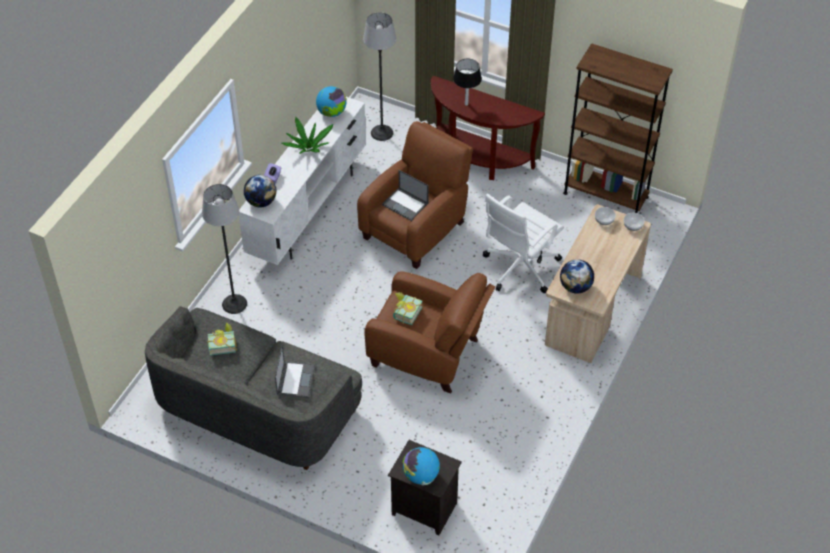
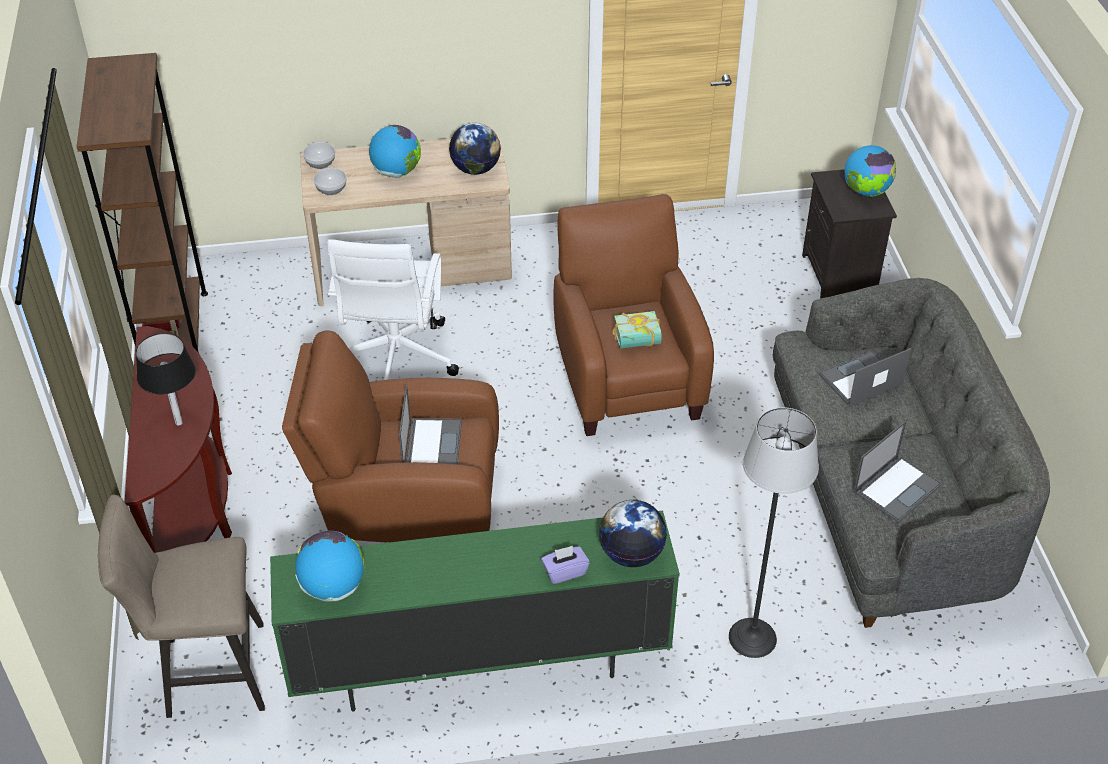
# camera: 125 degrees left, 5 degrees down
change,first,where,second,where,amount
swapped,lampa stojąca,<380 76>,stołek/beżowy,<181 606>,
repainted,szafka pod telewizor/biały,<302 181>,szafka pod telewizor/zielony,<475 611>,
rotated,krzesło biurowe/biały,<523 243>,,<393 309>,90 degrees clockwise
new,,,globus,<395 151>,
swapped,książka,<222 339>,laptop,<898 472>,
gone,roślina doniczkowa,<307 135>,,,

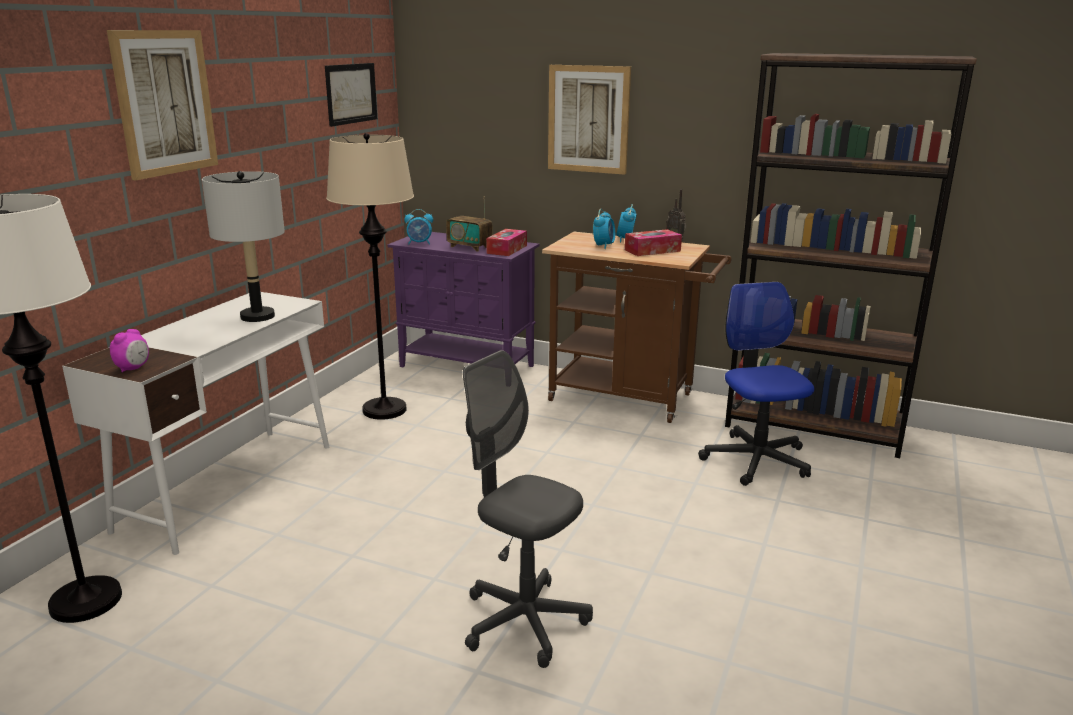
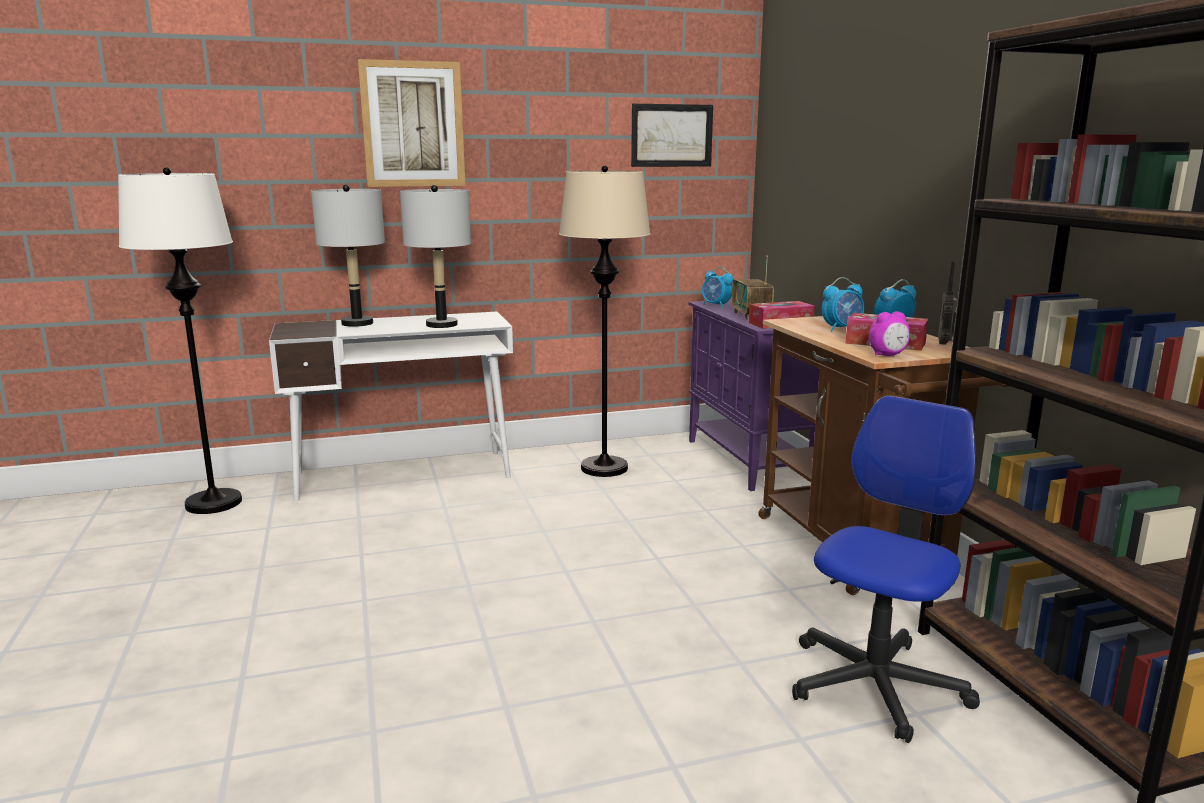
# camera: 50 degrees right, 5 degrees down
change,first,where,second,where,amount
new,,,lampa stołowa/szary,<348 256>,
shifted,budzik,<129 350>,,<889 333>,
gone,krzesło biurowe/szary,<528 509>,,,
gone,obraz,<589 120>,,,

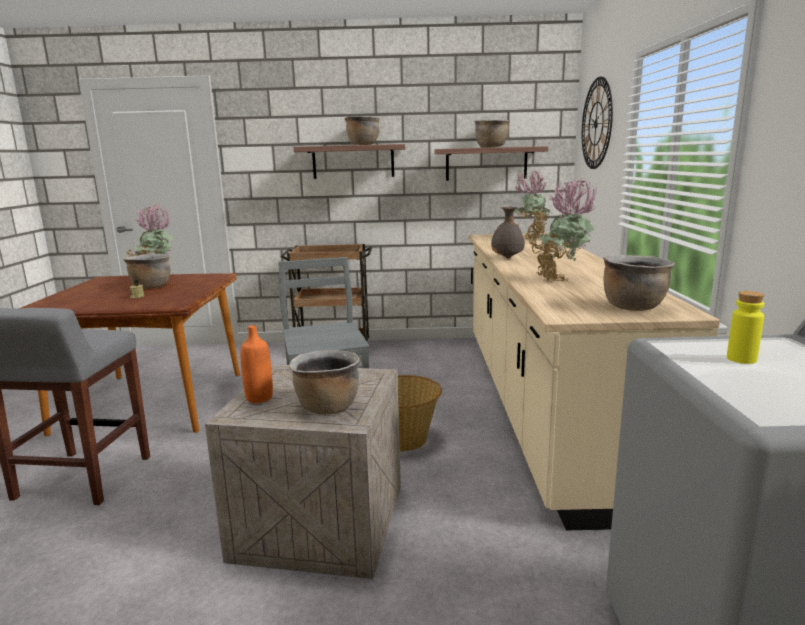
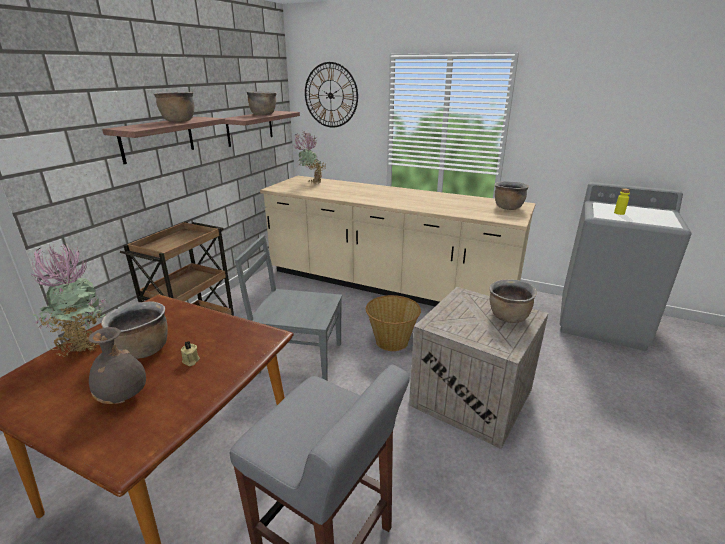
# camera: 65 degrees left, 10 degrees up
change,first,where,second,where,amount
shifted,wazon/szary,<508 232>,,<117 365>,
gone,butelka/pomarańczowy,<256 364>,,,
gone,roślina doniczkowa,<563 230>,,,

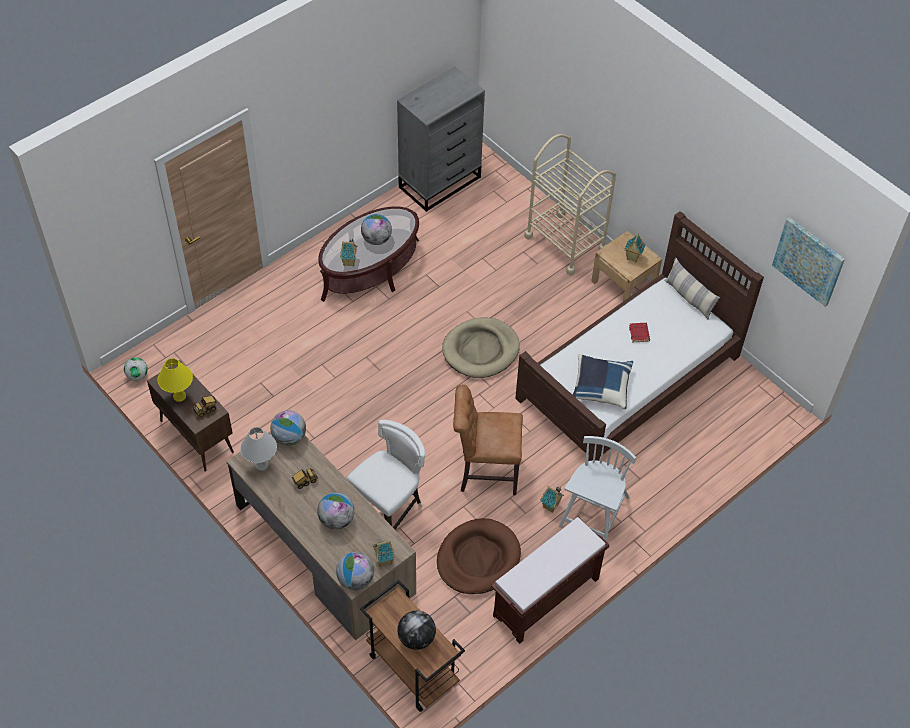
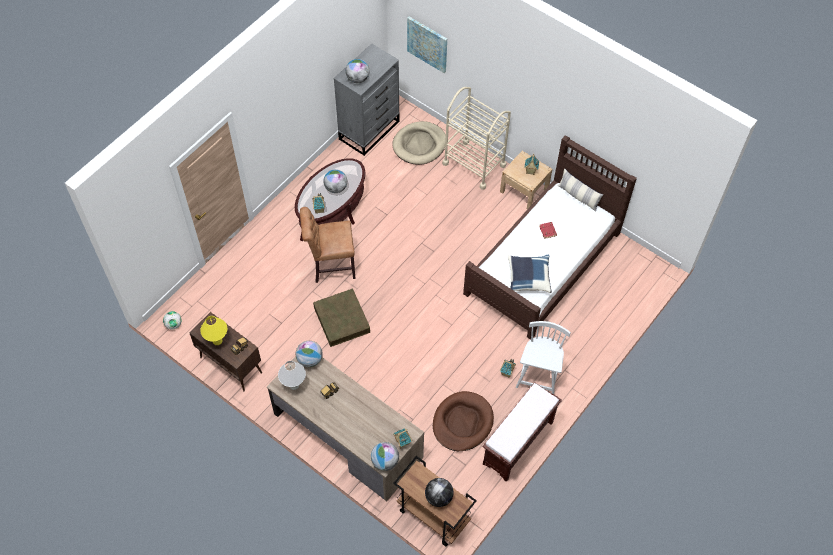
# camera: 10 degrees left, 5 degrees up
change,first,where,second,where,amount
shifted,krzesło/brązowy,<488 440>,,<327 245>,
new,,,pojemnik do przechowywania/brązowy,<341 317>,
shifted,globus,<335 511>,,<357 71>,
shifted,legowisko/beżowy,<481 348>,,<419 143>,
shifted,obraz,<808 262>,,<427 45>,
gone,krzesło/biały,<385 475>,,,

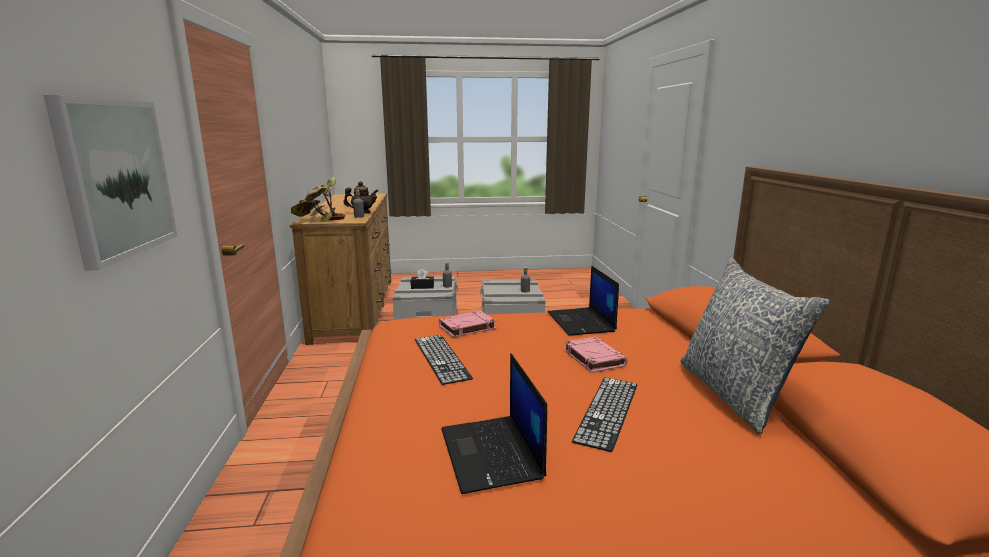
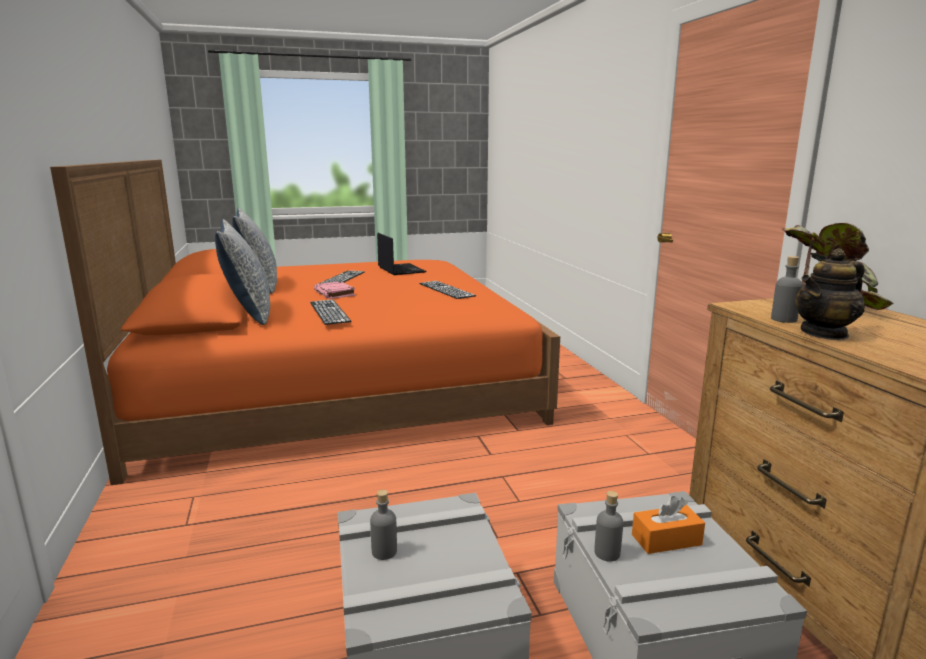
# camera: 170 degrees right, 0 degrees up
change,first,where,second,where,amount
new,,,poduszka,<242 272>,
swapped,laptop,<583 301>,klawiatura,<330 312>,
repainted,pudełko chusteczek/czarny,<422 279>,pudełko chusteczek/pomarańczowy,<668 525>,
gone,obraz,<110 183>,,,
gone,książka/różowy,<467 324>,,,

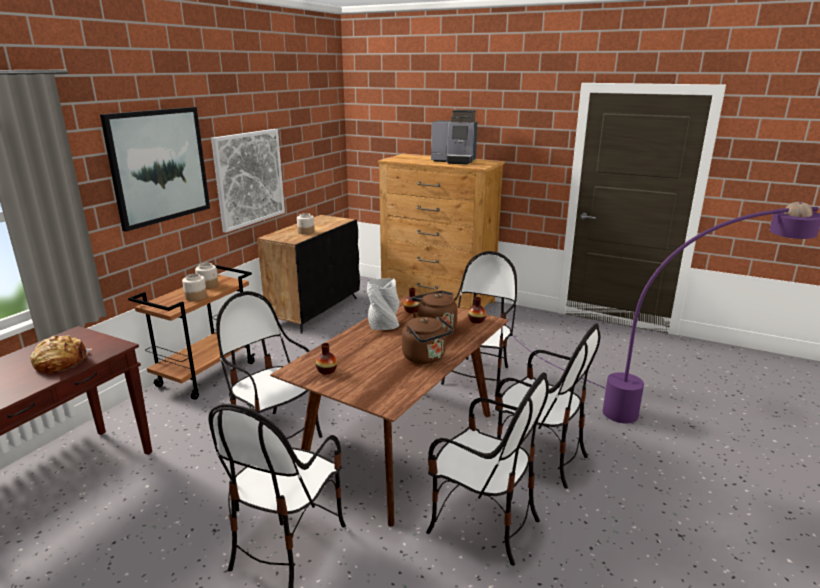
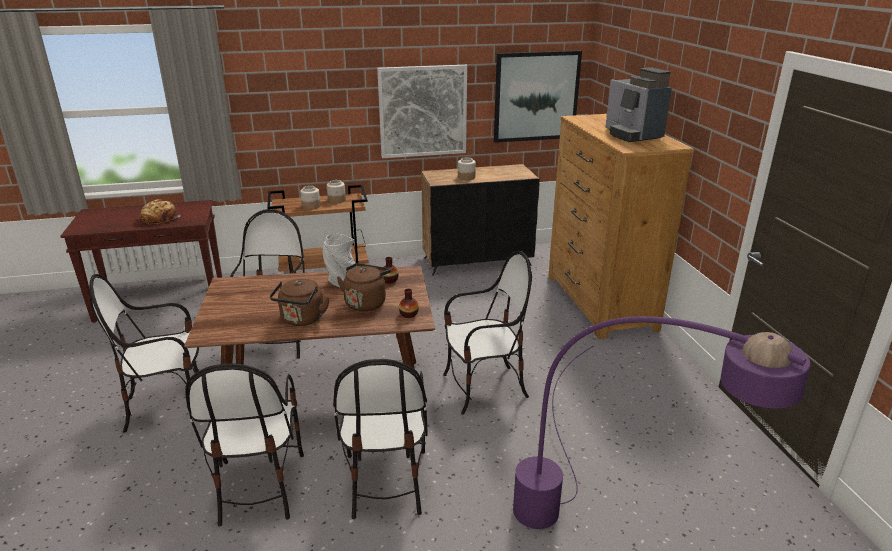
# camera: 50 degrees right, 5 degrees up
change,first,where,second,where,amount
shifted,obraz,<155 169>,,<538 97>,
gone,wazon,<326 358>,,,

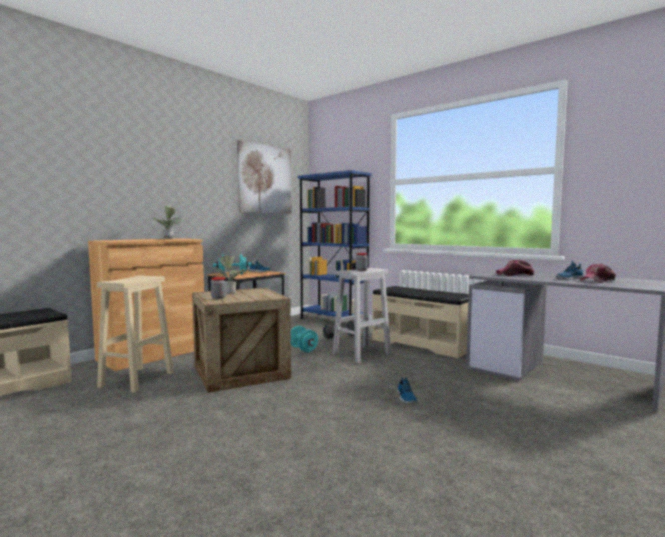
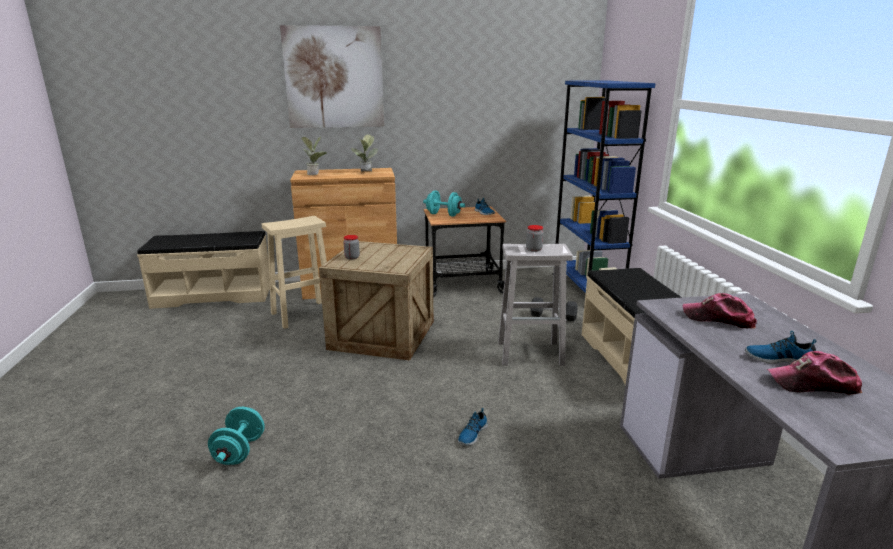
# camera: 40 degrees right, 15 degrees up
change,first,where,second,where,amount
shifted,hantel/turkusowy,<304 339>,,<236 436>,
shifted,obraz,<264 177>,,<332 76>,
shifted,roślina doniczkowa,<231 274>,,<313 156>,

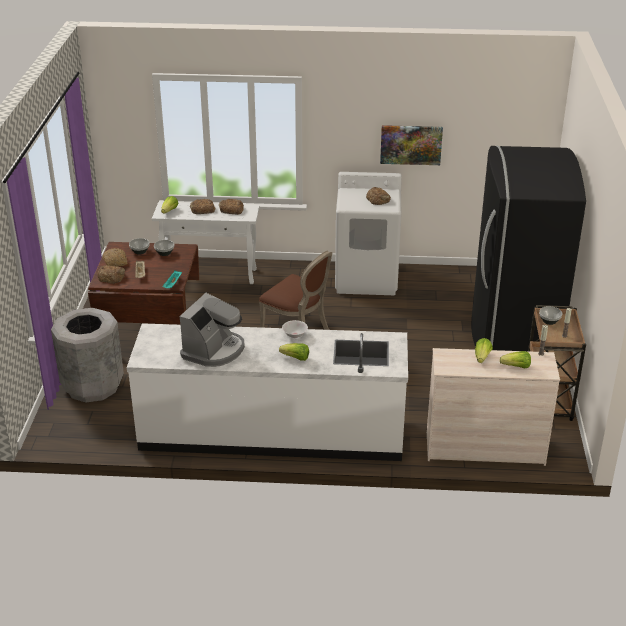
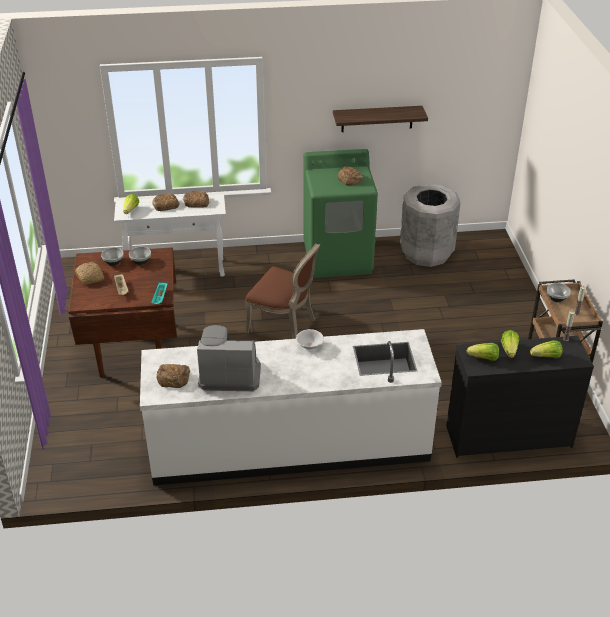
# camera: 10 degrees left, 5 degrees up
change,first,where,second,where,amount
shifted,chleb,<111 274>,,<173 376>,
rotated,ekspres do kawy,<212 330>,,<229 358>,105 degrees counterclockwise
repainted,pralka/biały,<368 233>,pralka/zielony,<340 213>,
swapped,obraz,<411 145>,półka,<380 119>,
shifted,kosz na śmieci/szary,<87 355>,,<430 225>,
repainted,komoda/beżowy,<493 407>,komoda/czarny,<520 397>,
shifted,sałata,<294 352>,,<483 352>,
gone,lodówka/czarny,<528 248>,,,

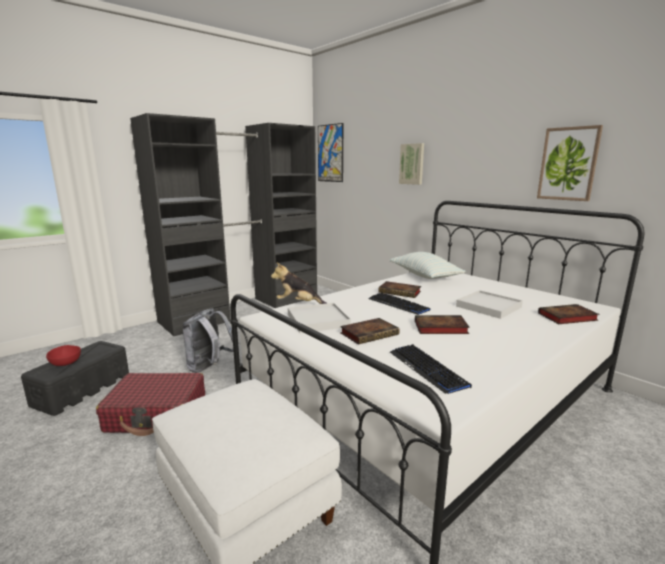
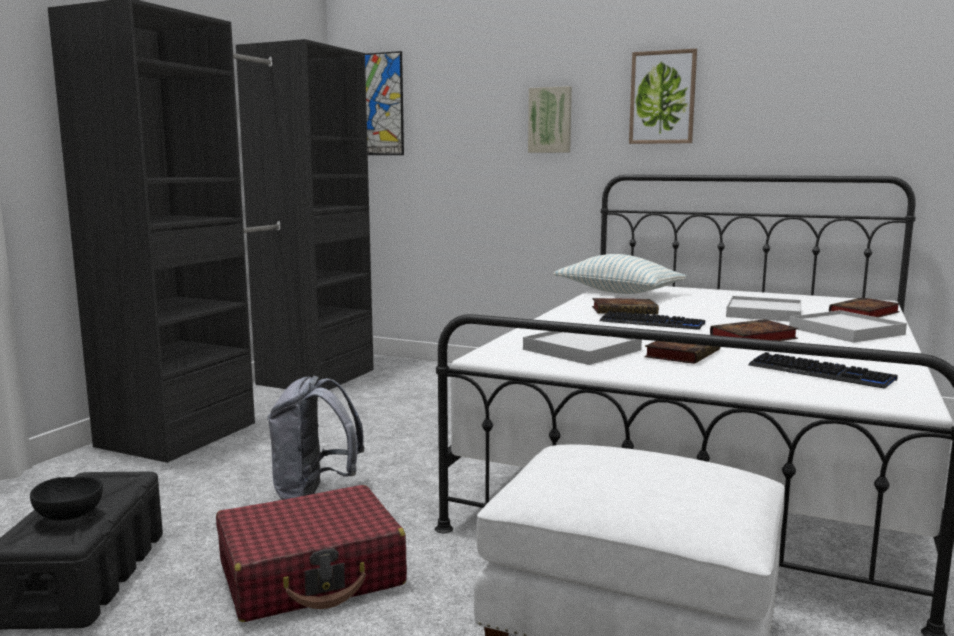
# camera: 25 degrees left, 5 degrees down
change,first,where,second,where,amount
repainted,miska/czerwony,<63 355>,miska/czarny,<66 498>,
shifted,obraz,<570 163>,,<663 96>,
new,,,taca/biały,<848 326>,
gone,pluszak,<298 283>,,,

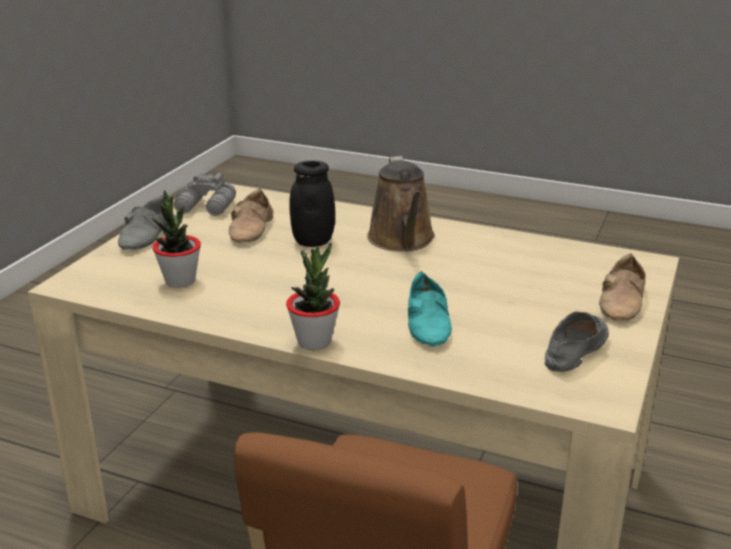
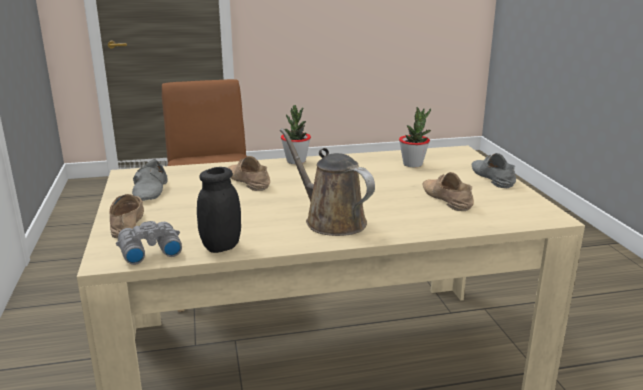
# camera: 145 degrees right, 5 degrees down
change,first,where,second,where,amount
shifted,lornetka/szary,<205 194>,,<149 243>,
shifted,słoik/czarny,<312 204>,,<219 210>,
repainted,but/turkusowy,<430 309>,but/beżowy,<249 173>,

